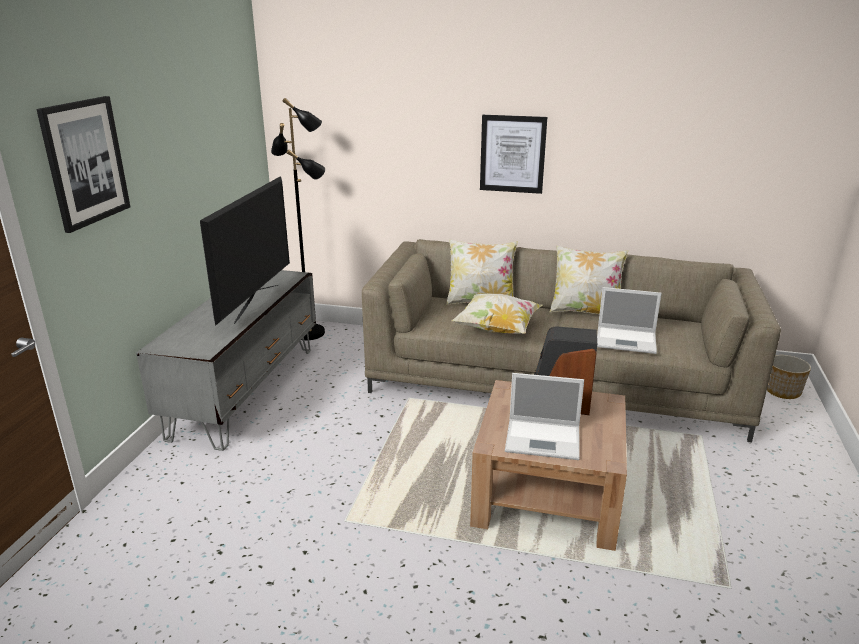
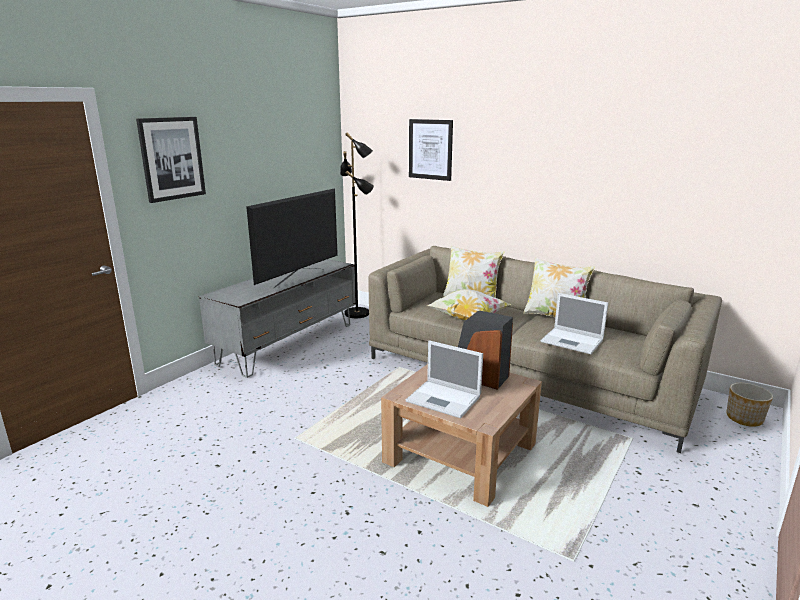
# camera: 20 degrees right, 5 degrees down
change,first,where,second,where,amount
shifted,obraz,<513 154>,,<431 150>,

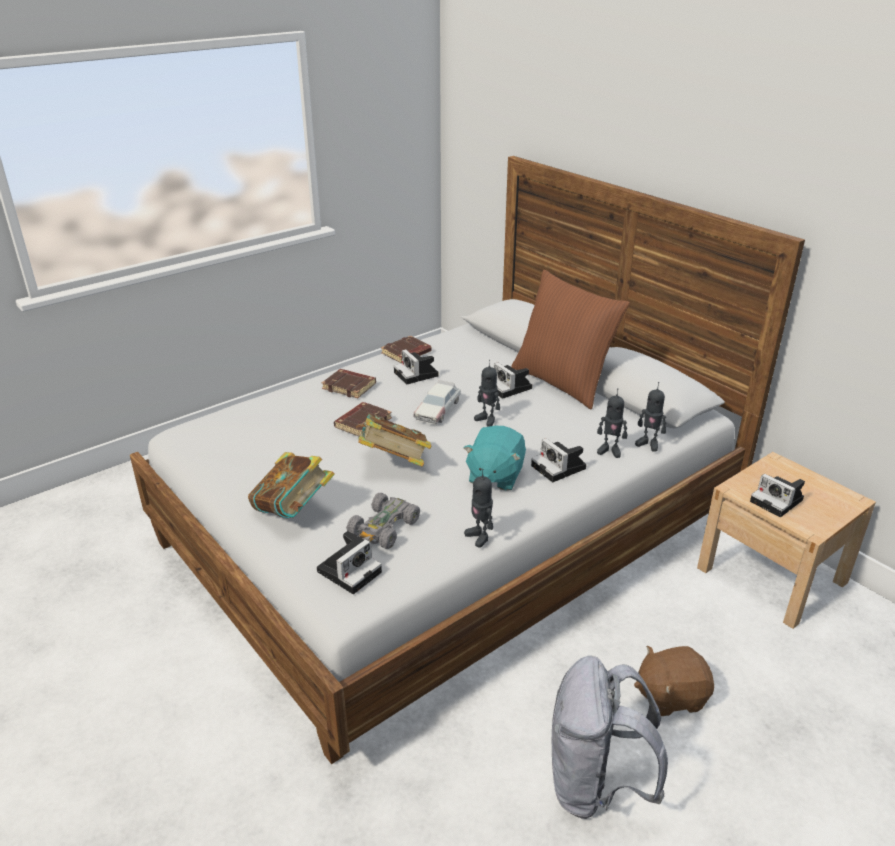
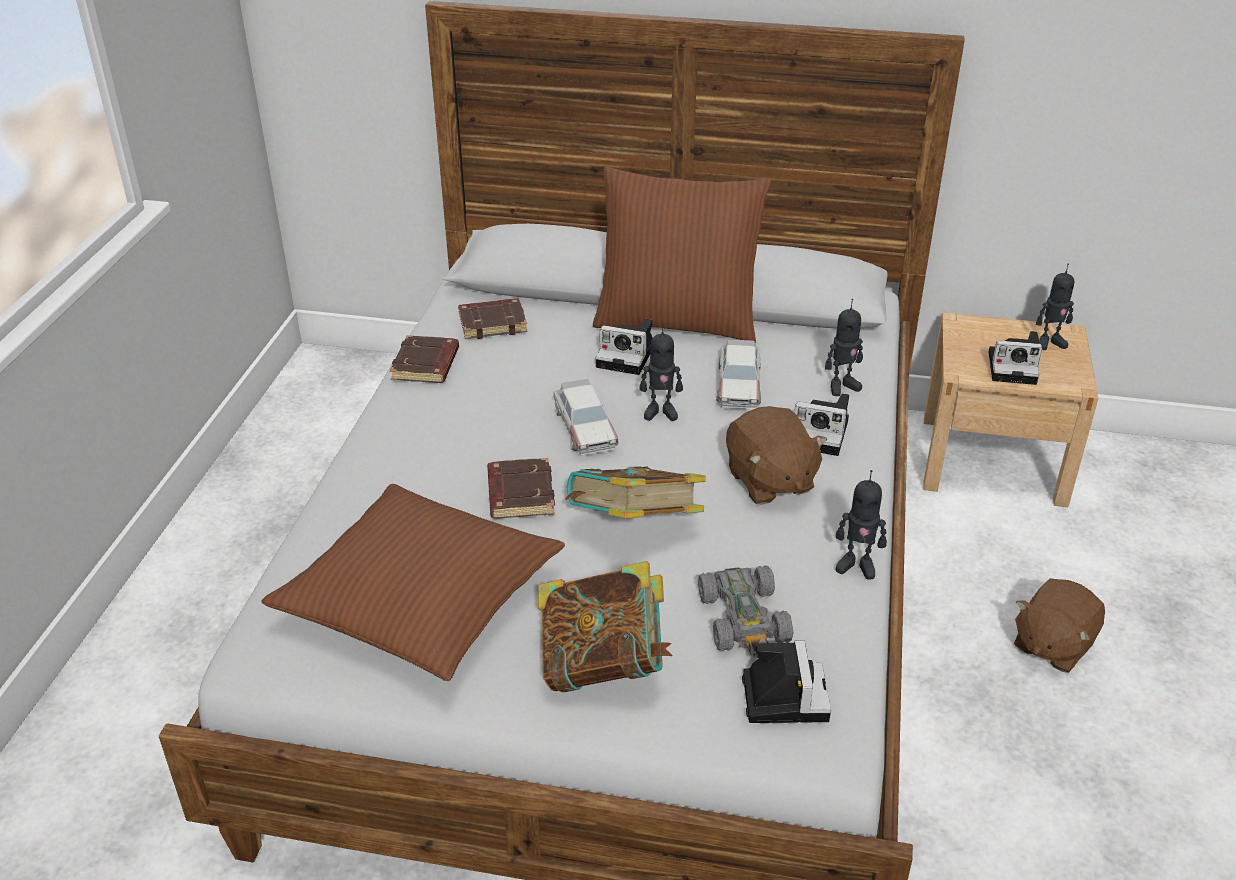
# camera: 40 degrees left, 5 degrees up
change,first,where,second,where,amount
new,,,poduszka/brązowy,<413 582>,
shifted,książka/brązowy,<349 383>,,<493 318>,
new,,,samochodzik,<738 374>,
repainted,pluszak/turkusowy,<495 458>,pluszak/brązowy,<776 455>,
shifted,robot zabawkowy,<650 417>,,<1055 306>,
gone,aparat fotograficzny,<416 367>,,,
gone,plecak/szary,<610 737>,,,

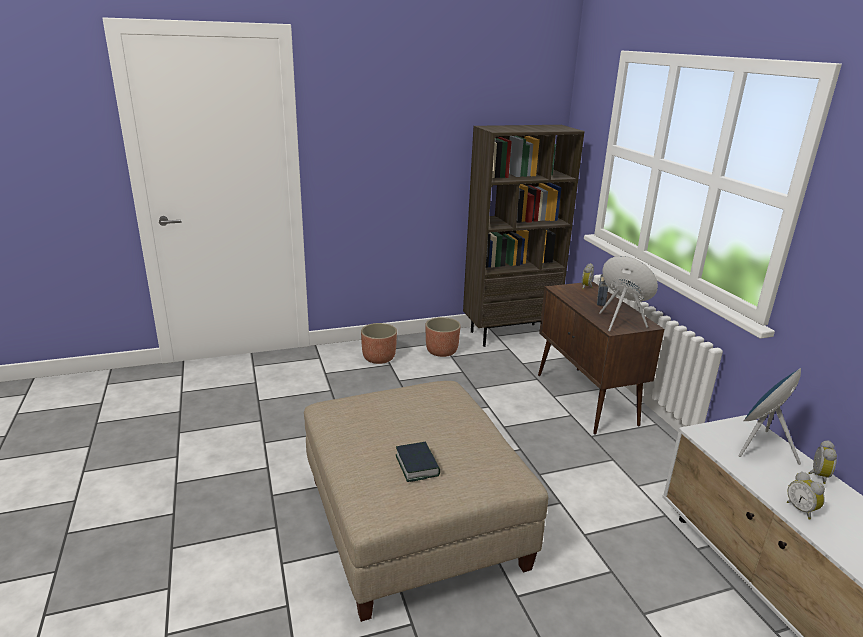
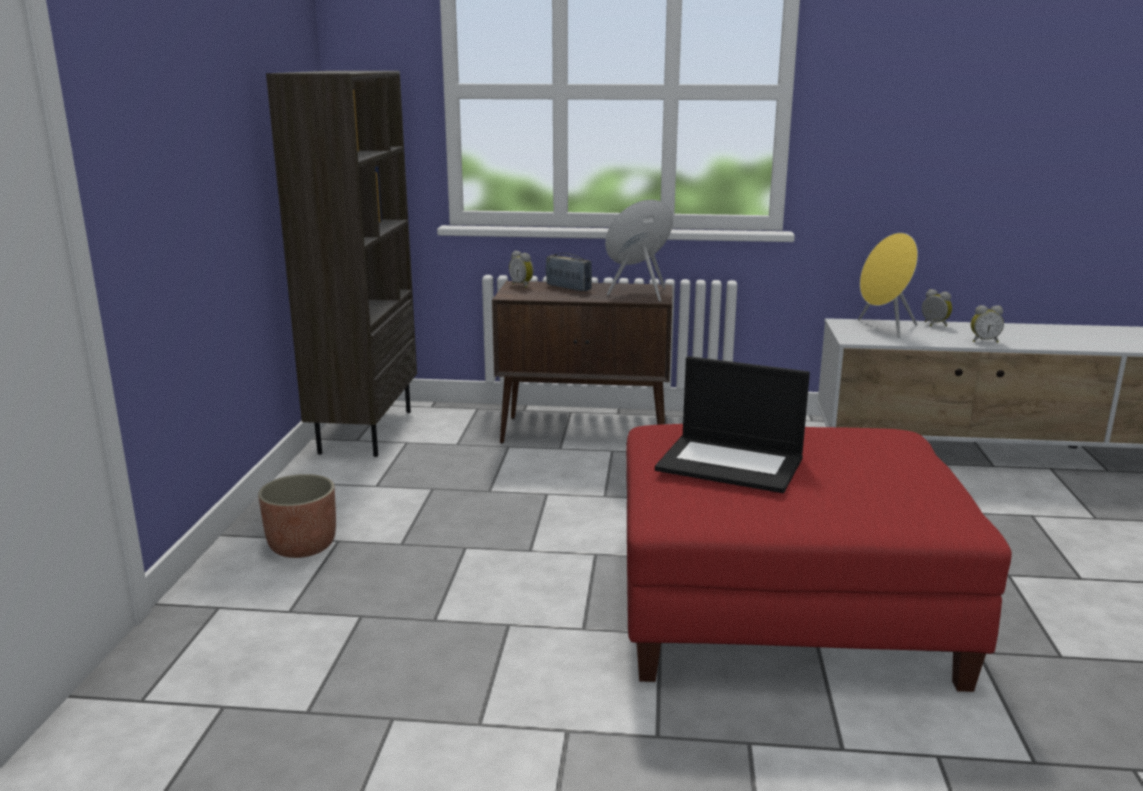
# camera: 65 degrees left, 5 degrees down
change,first,where,second,where,amount
repainted,pufa/beżowy,<426 501>,pufa/czerwony,<819 558>,
new,,,laptop,<732 424>,
repainted,głośnik/niebieski,<769 416>,głośnik/żółty,<888 285>,
gone,książka,<418 462>,,,
gone,donica,<443 337>,,,

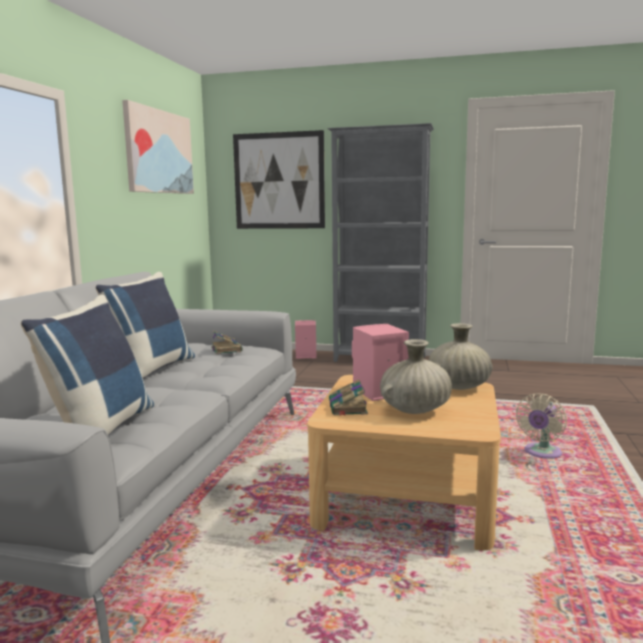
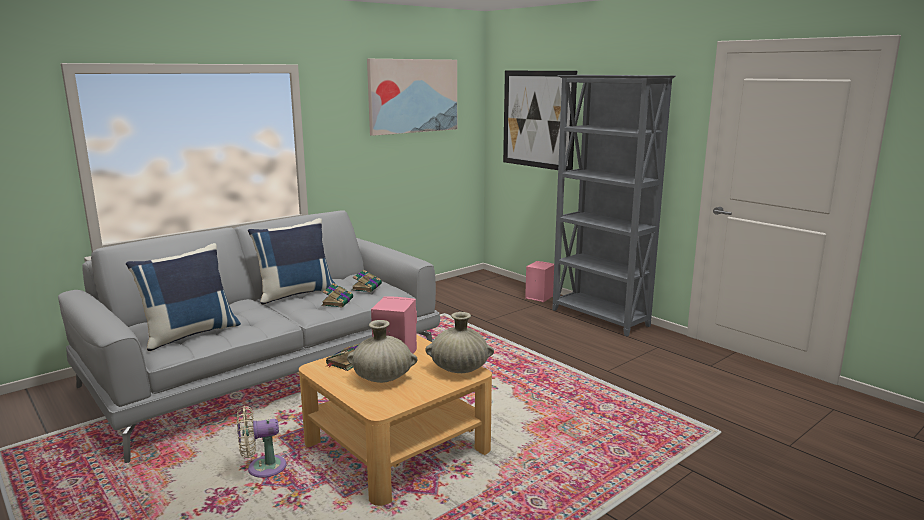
# camera: 35 degrees right, 5 degrees up
change,first,where,second,where,amount
shifted,wentylator/beżowy,<541 426>,,<262 442>,
new,,,książka,<337 295>,

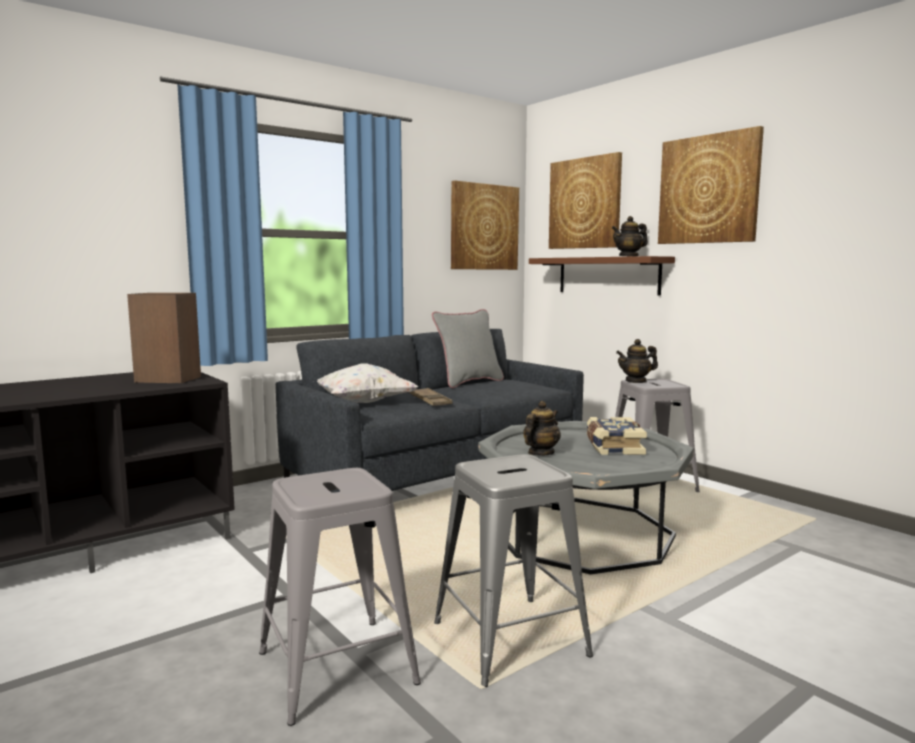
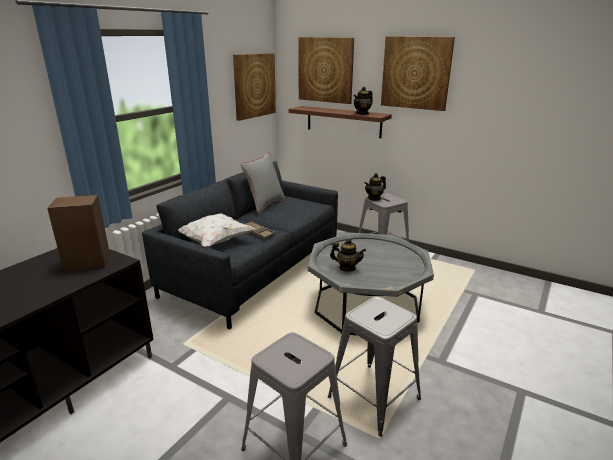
# camera: 20 degrees left, 15 degrees up
change,first,where,second,where,amount
rotated,imbryk,<542 428>,,<348 255>,90 degrees clockwise
gone,książka,<617 436>,,,

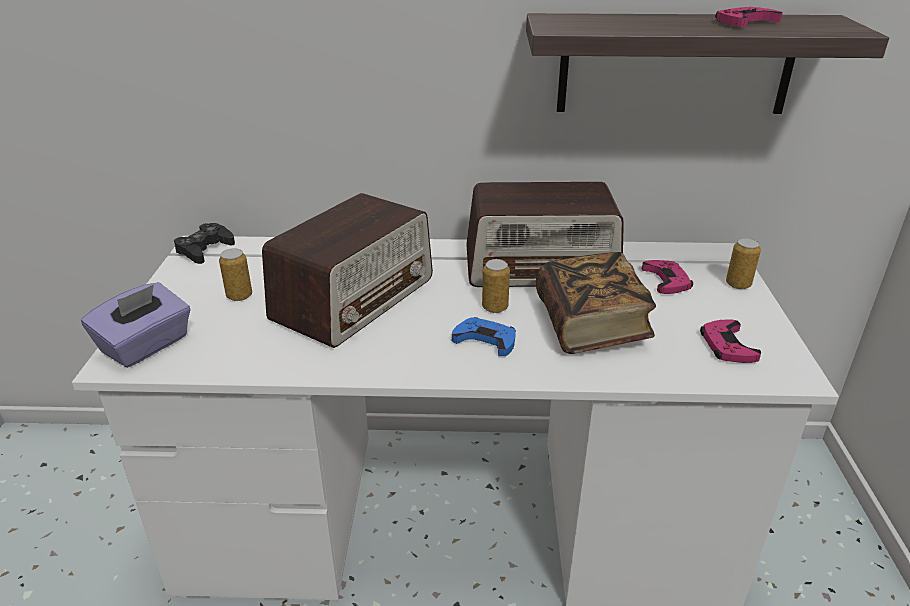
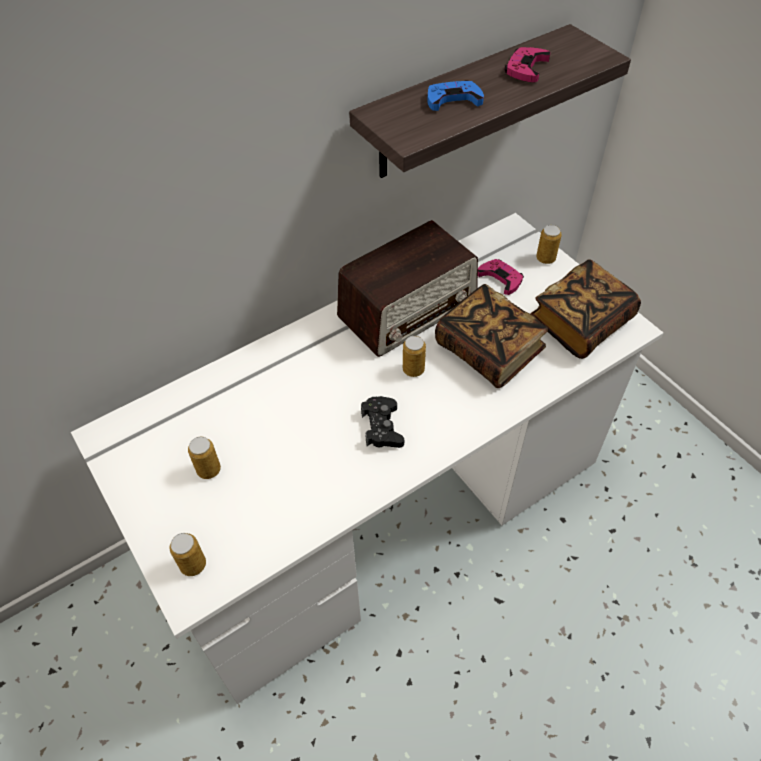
# camera: 35 degrees left, 20 degrees up
change,first,where,second,where,amount
swapped,pudełko chusteczek/fioletowy,<136 325>,puszka,<187 554>,
shifted,pad do gier/czarny,<204 243>,,<382 422>,
shifted,pad do gier/niebieski,<484 336>,,<455 95>,
swapped,pad do gier/różowy,<730 341>,książka,<586 309>,
gone,radio,<347 270>,,,

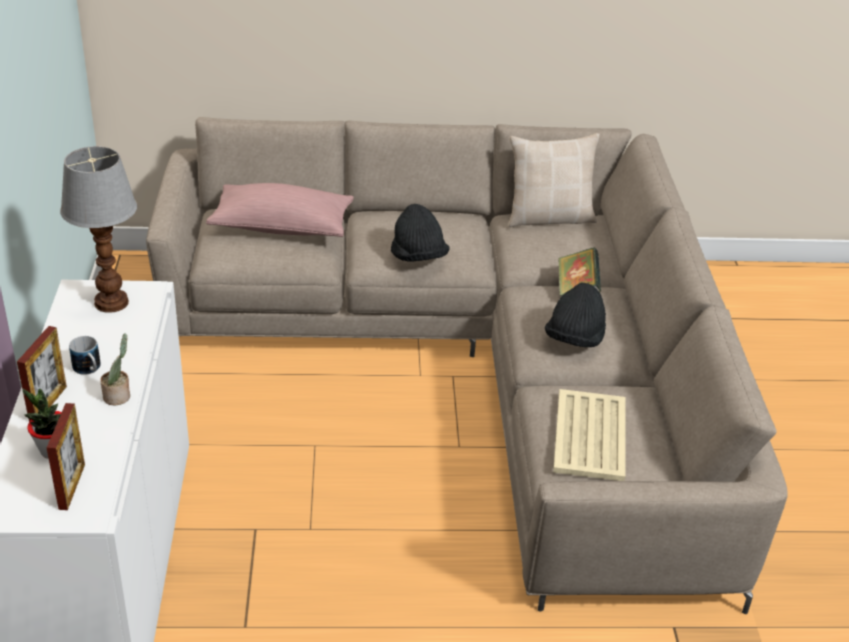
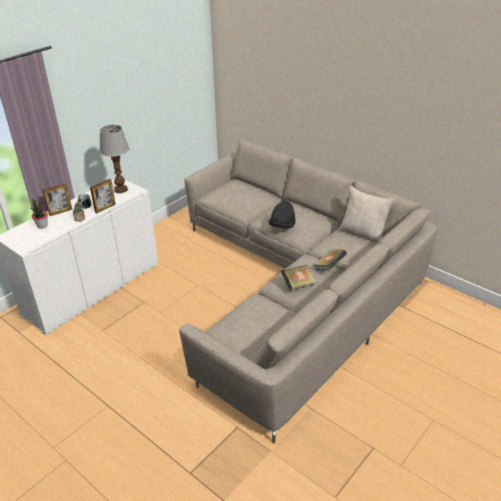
# camera: 45 degrees right, 0 degrees up
change,first,where,second,where,amount
shifted,ramka na zdjęcie,<66 456>,,<103 196>,
swapped,kapelusz/czarny,<575 315>,książka,<298 278>,
gone,poduszka/różowy,<280 210>,,,
gone,taca/beżowy,<589 435>,,,

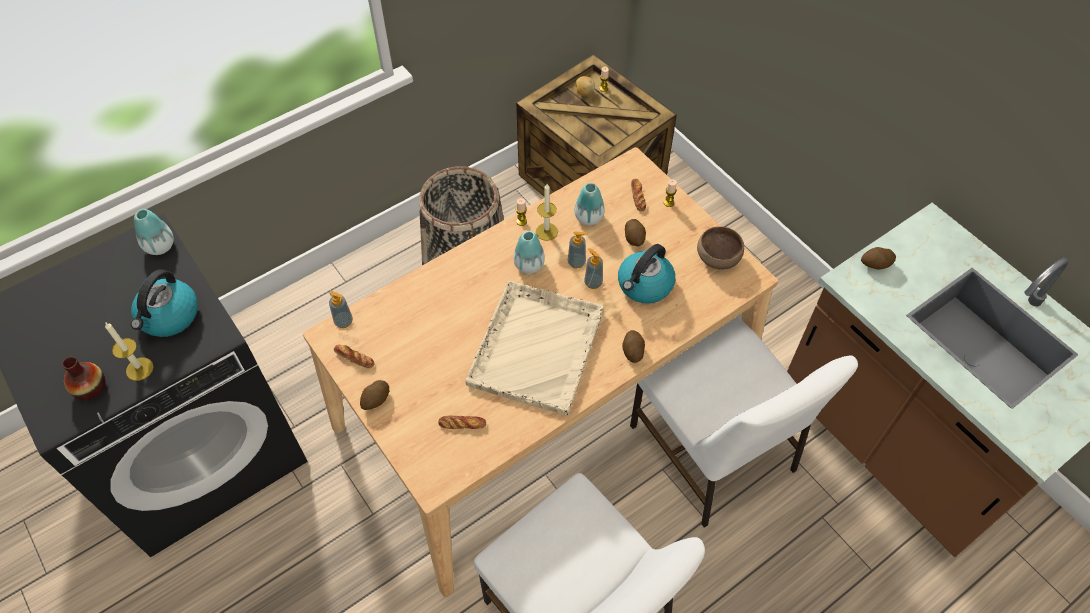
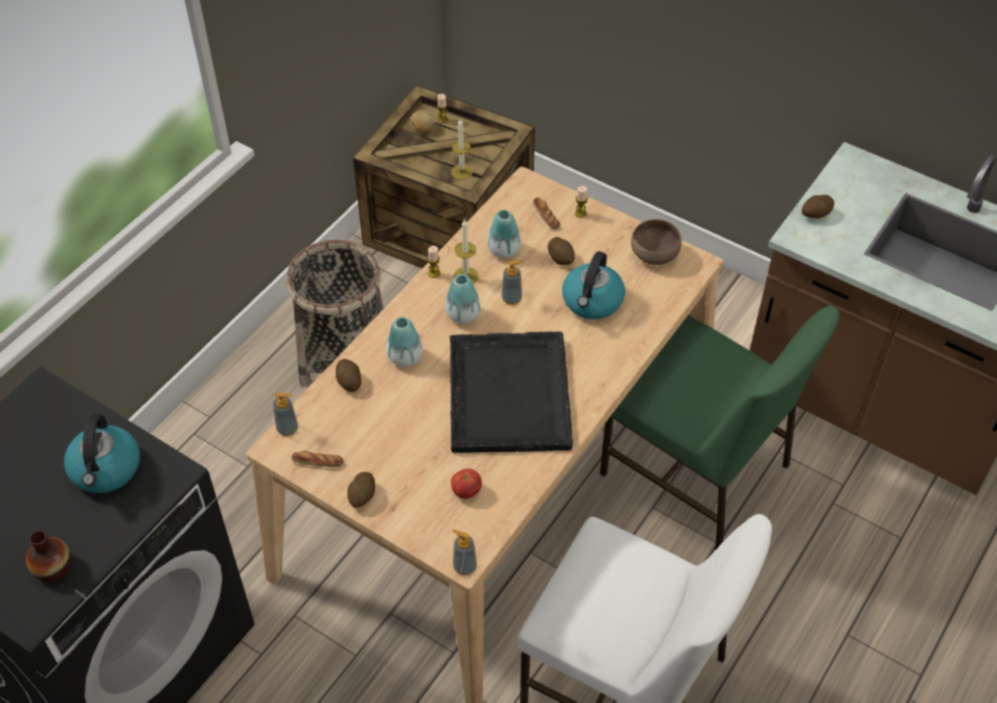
# camera: 20 degrees left, 5 degrees down
change,first,where,second,where,amount
shifted,ziemniak,<633 346>,,<348 375>,
shifted,wazon,<154 232>,,<404 342>,
repainted,taca/beżowy,<534 348>,taca/czarny,<511 392>,
shifted,świeca,<129 351>,,<462 149>,
swapped,chleb,<462 422>,pomidor,<466 484>,
shifted,dozownik mydła,<593 268>,,<464 552>,
repainted,krzesło/biały,<744 421>,krzesło/zielony,<720 427>,

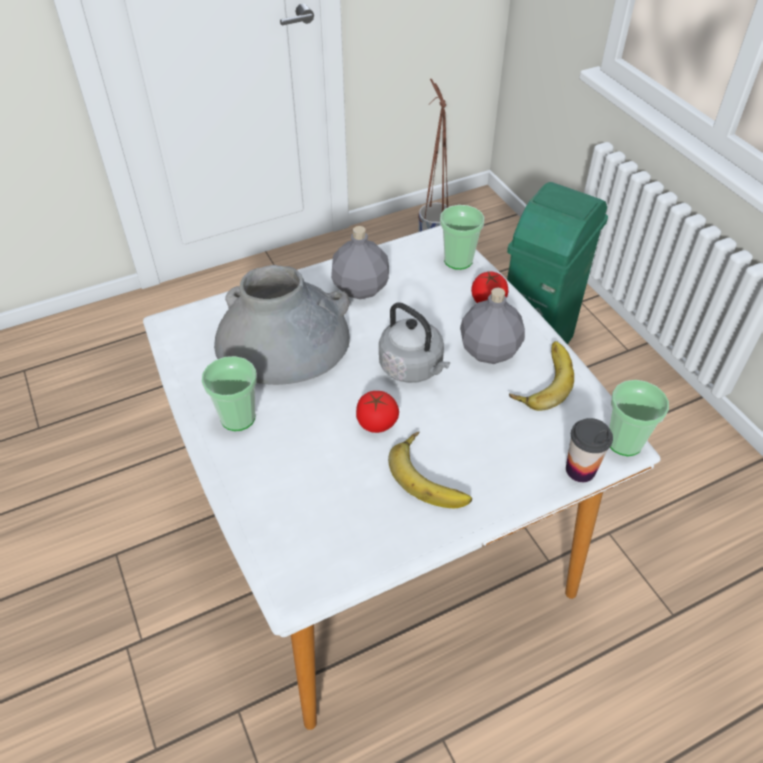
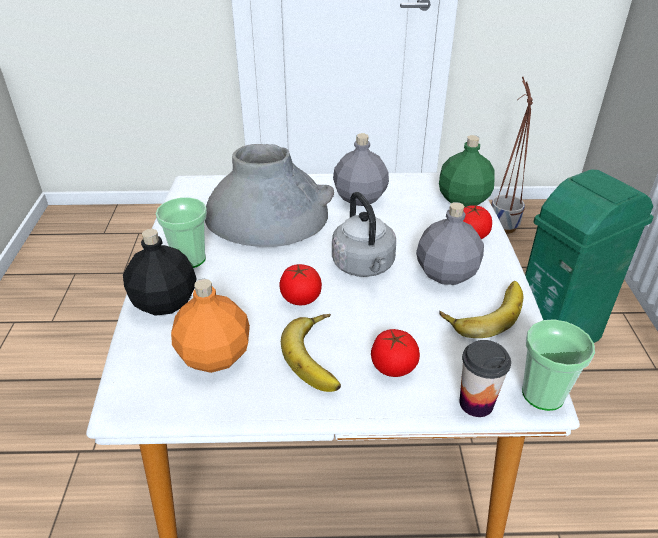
# camera: 25 degrees right, 10 degrees down
change,first,where,second,where,amount
new,,,butelka/czarny,<160 272>,
new,,,butelka/pomarańczowy,<210 326>,
new,,,pomidor,<395 353>,
swapped,filiżanka,<462 237>,butelka/zielony,<467 171>,

